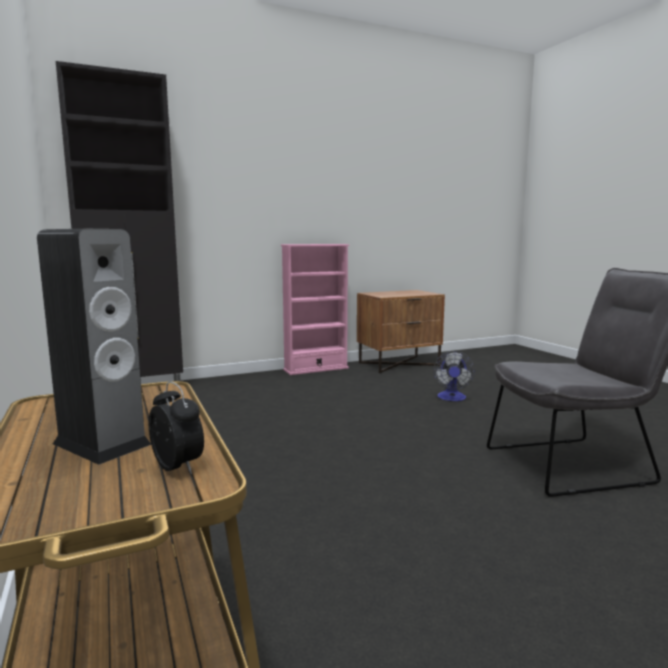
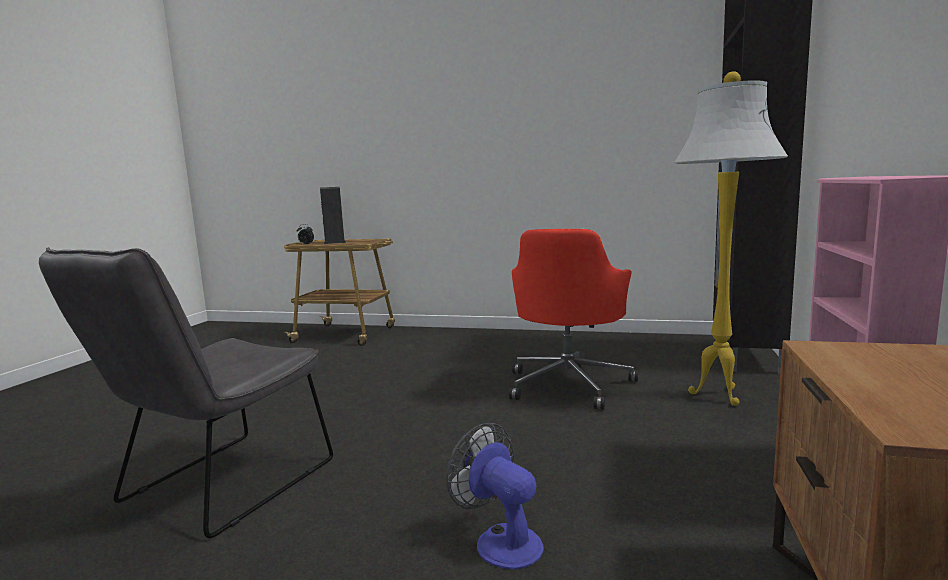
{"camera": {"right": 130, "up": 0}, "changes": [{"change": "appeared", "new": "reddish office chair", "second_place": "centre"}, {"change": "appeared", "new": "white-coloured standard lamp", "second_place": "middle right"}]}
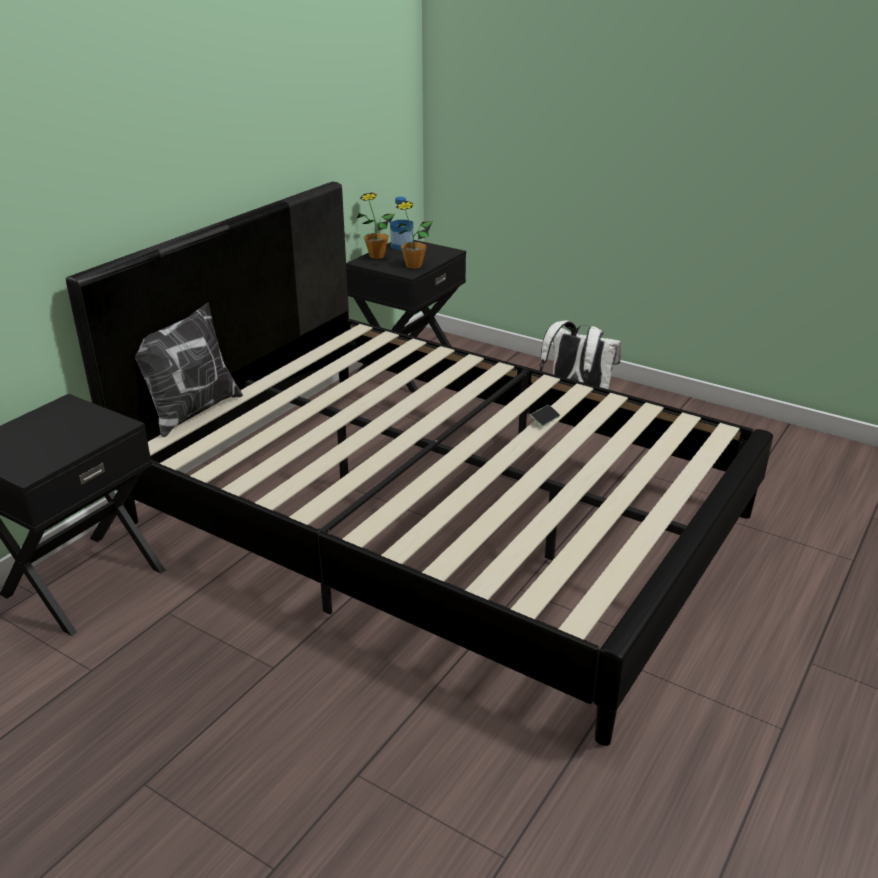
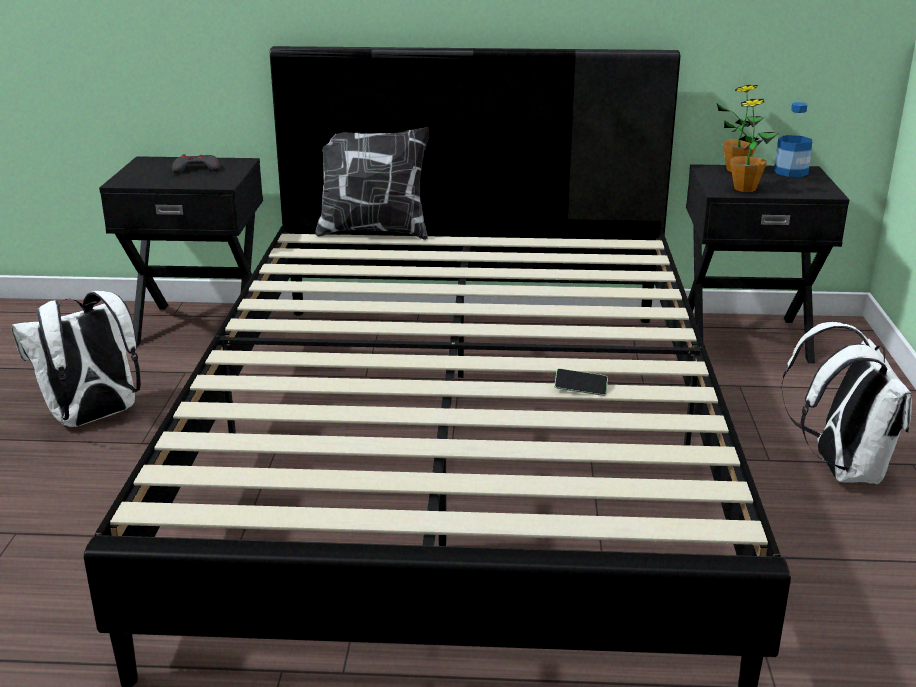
{"camera": {"right": 60, "up": -5}, "changes": [{"change": "appeared", "new": "white-coloured rucksack (no. 1 from left)", "second_place": "middle left"}, {"change": "appeared", "new": "greyish game controller", "second_place": "top left"}]}
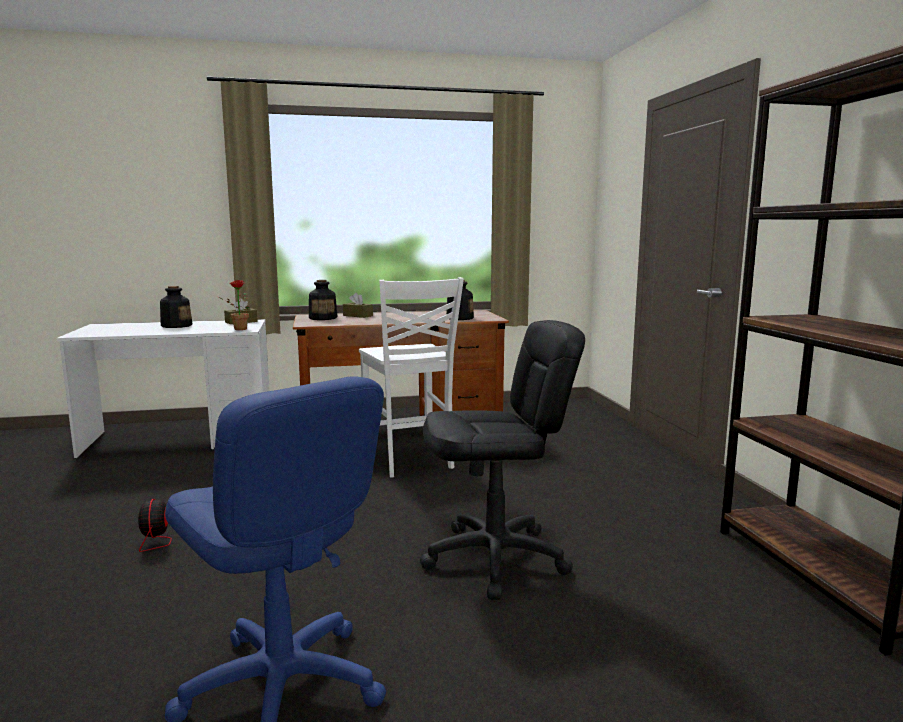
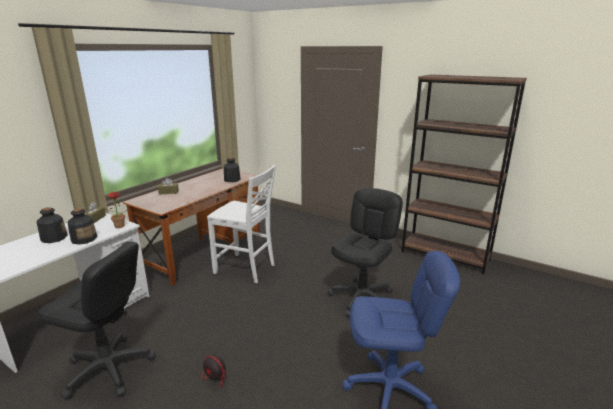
{"camera": {"right": -45, "up": 10}, "changes": [{"change": "appeared", "new": "black office chair (no. 1 from left)", "second_place": "bottom left"}, {"change": "relocated", "old": "drink bottle (no. 2 from left)", "first_place": "centre", "second_place": "middle left"}]}
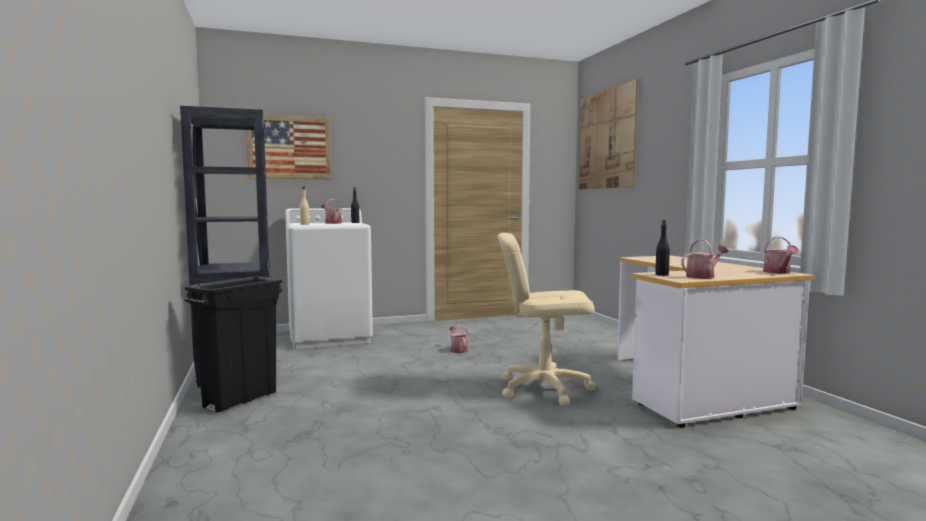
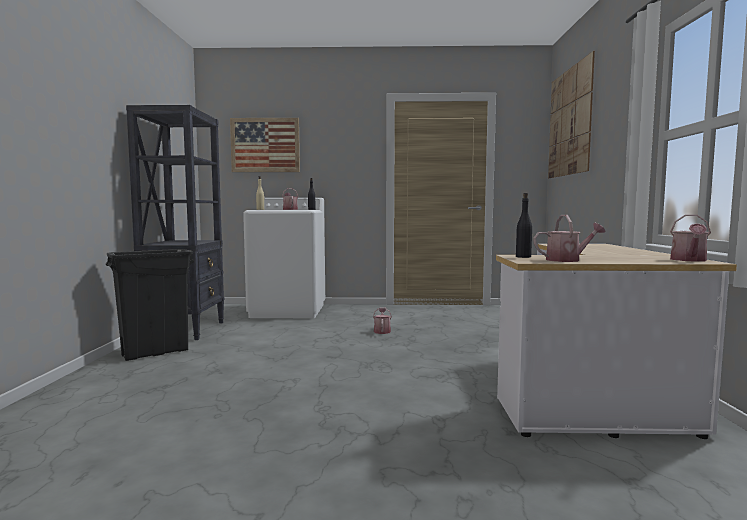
{"camera": {"right": 20, "up": 0}, "changes": [{"change": "missing", "old": "beige office chair", "first_place": "centre"}]}
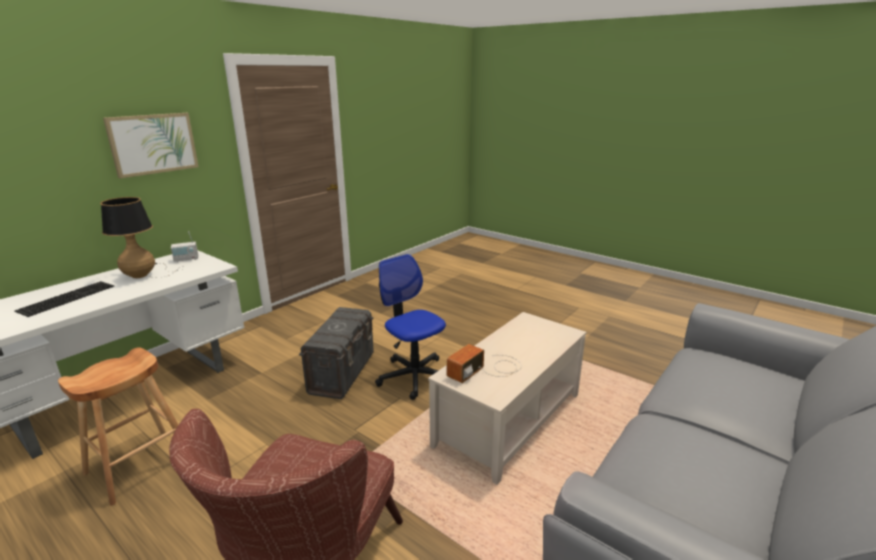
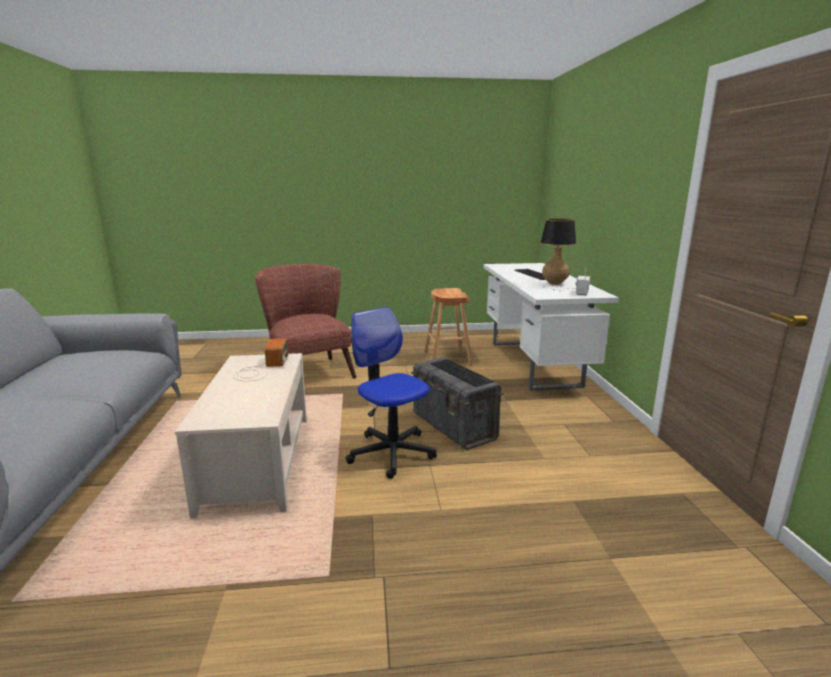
{"camera": {"right": 135, "up": -5}, "changes": [{"change": "missing", "old": "wall art", "first_place": "top left"}, {"change": "appeared", "new": "keyboard (no. 1 from left)", "second_place": "centre"}, {"change": "spun", "old": "office chair", "first_place": "centre", "second_place": "centre", "degrees": -135}]}
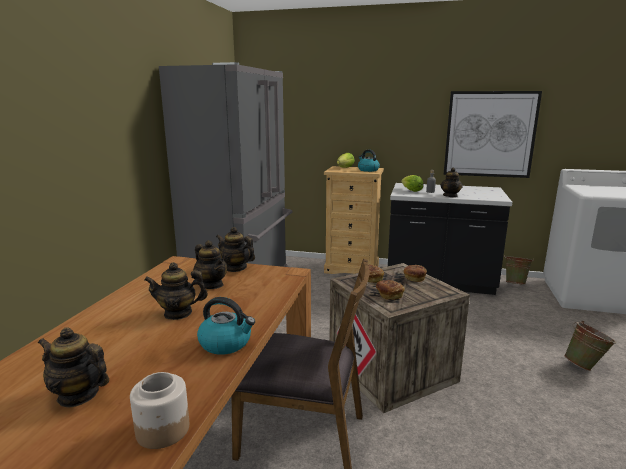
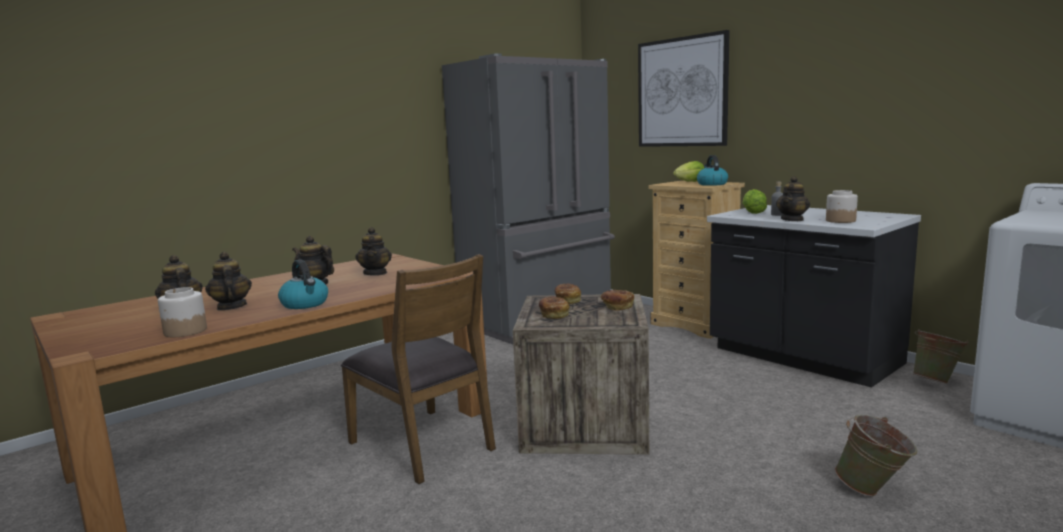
{"camera": {"right": 35, "up": -5}, "changes": [{"change": "appeared", "new": "storage jar (no. 2 from left)", "second_place": "middle right"}, {"change": "relocated", "old": "teapot (no. 4 from left in the first image)", "new": "teapot (no. 2 from left)", "first_place": "centre", "second_place": "middle left"}, {"change": "relocated", "old": "wall art", "first_place": "top right", "second_place": "top centre"}]}
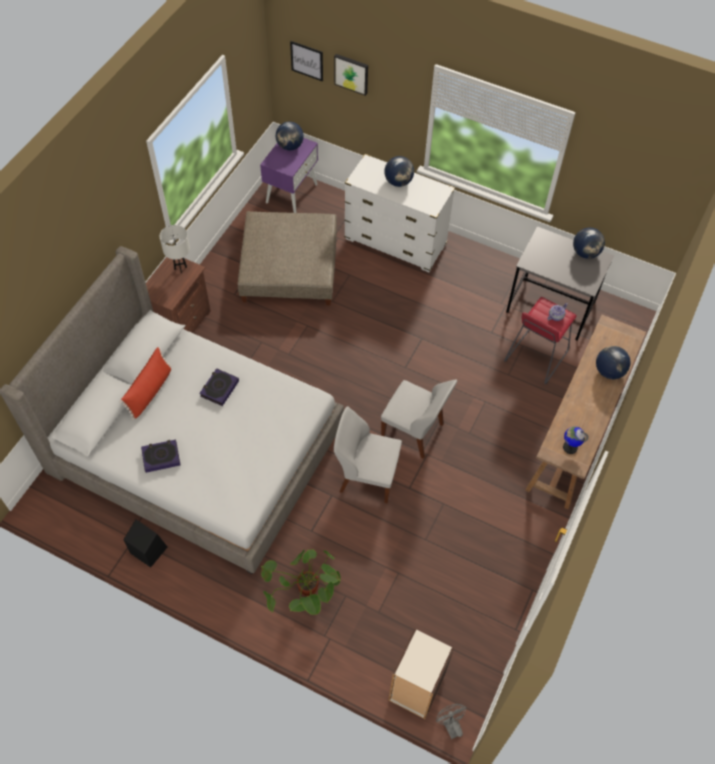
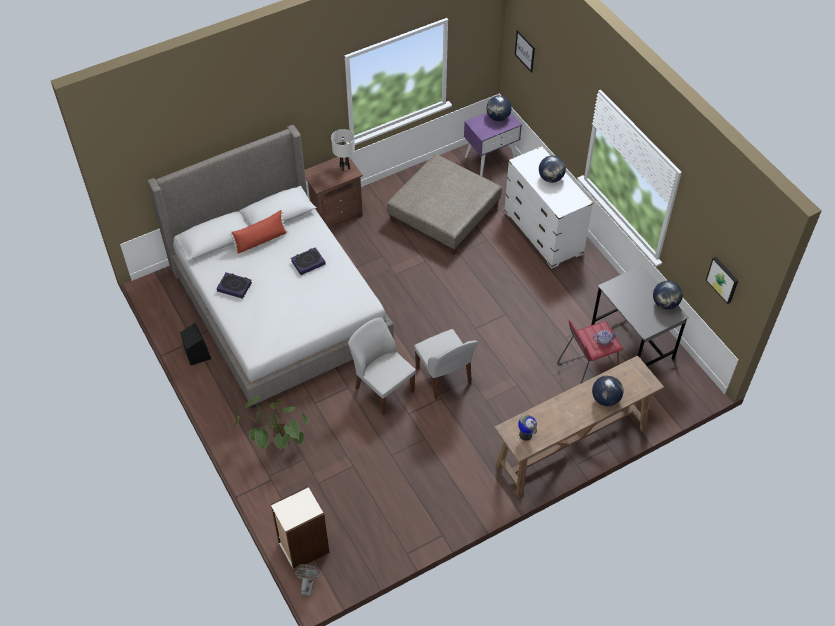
{"camera": {"right": 35, "up": -5}, "changes": [{"change": "relocated", "old": "wall art (no. 2 from left)", "first_place": "top centre", "second_place": "middle right"}]}
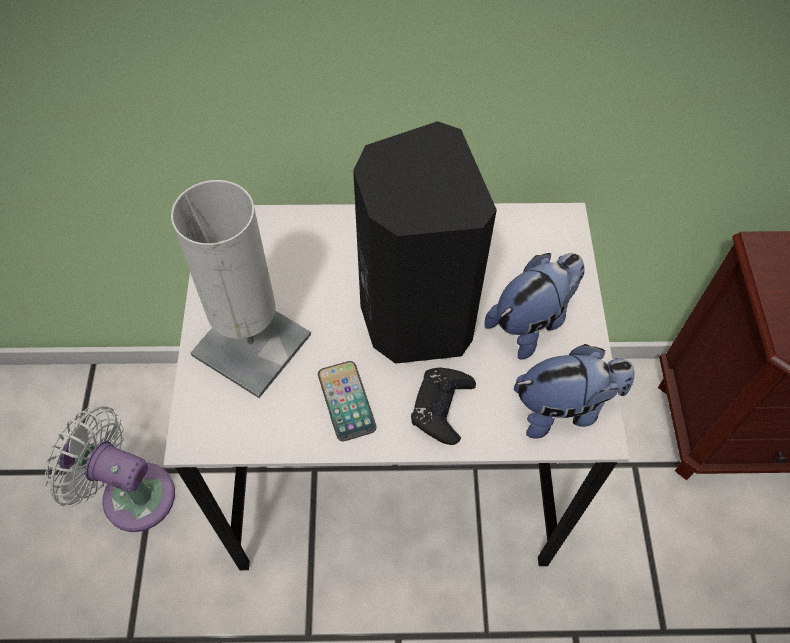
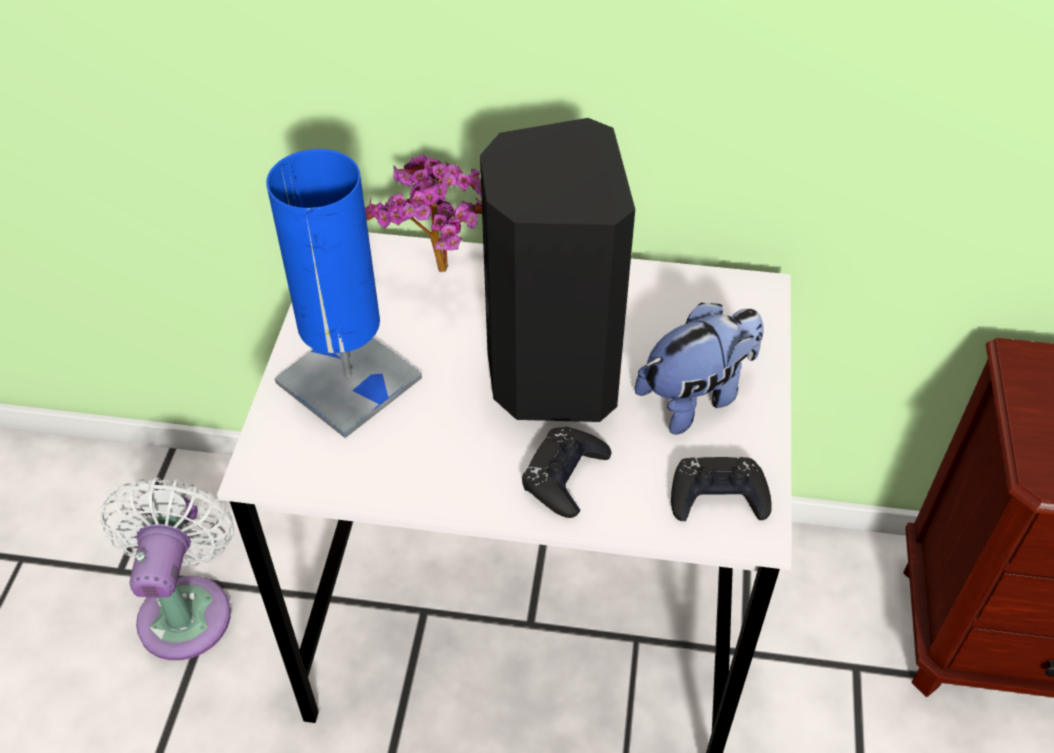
{"camera": {"right": 10, "up": -10}, "changes": [{"change": "missing", "old": "telephone", "first_place": "centre"}, {"change": "appeared", "new": "plant in a pot", "second_place": "top centre"}, {"change": "exchanged", "old": "plush toy (no. 2 from left)", "new": "black game controller (no. 2 from left)", "first_place": "middle right", "second_place": "middle right"}, {"change": "colour", "old": "white-coloured tabletop lamp", "new": "bluish tabletop lamp", "first_place": "middle left", "second_place": "middle left"}, {"change": "spun", "old": "white-coloured electric fan", "first_place": "bottom left", "second_place": "bottom left", "degrees": 60}]}
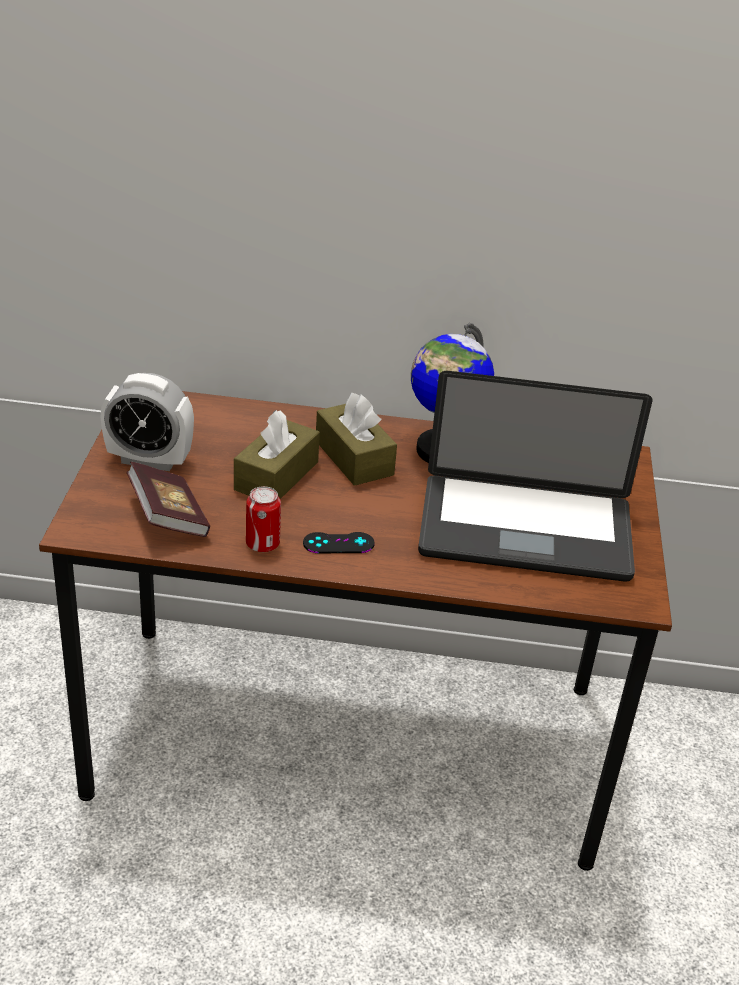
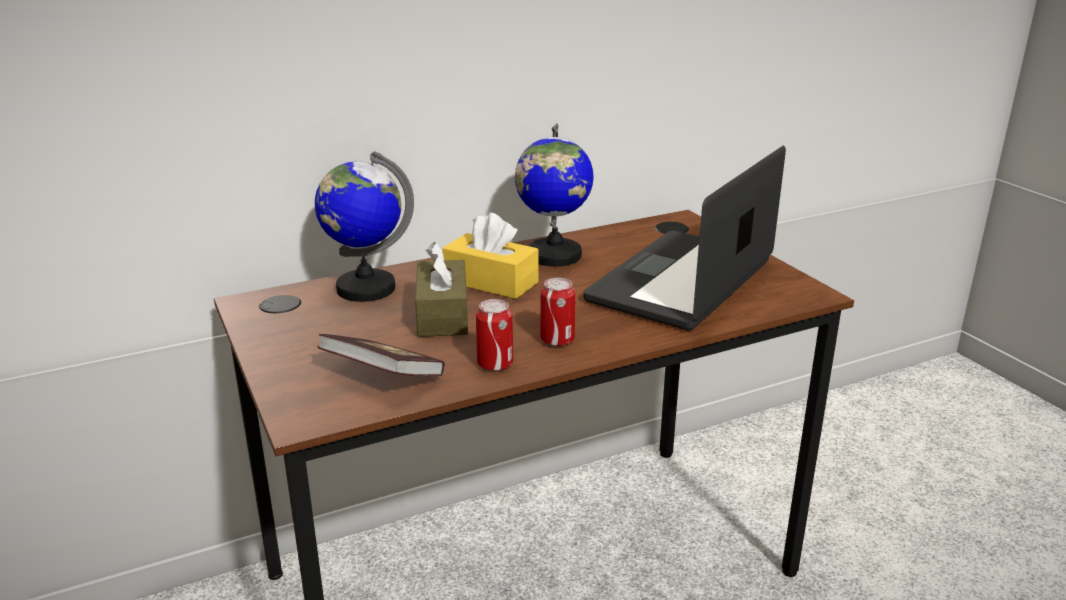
{"camera": {"right": -30, "up": -10}, "changes": [{"change": "missing", "old": "bedside clock", "first_place": "middle left"}, {"change": "appeared", "new": "desk globe (no. 1 from left)", "second_place": "centre"}, {"change": "exchanged", "old": "black game controller", "new": "sealed can (no. 2 from left)", "first_place": "centre", "second_place": "centre"}, {"change": "colour", "old": "brownish box of tissues (no. 2 from left)", "new": "yellowish box of tissues", "first_place": "centre", "second_place": "centre"}, {"change": "spun", "old": "laptop", "first_place": "middle right", "second_place": "centre", "degrees": 150}]}
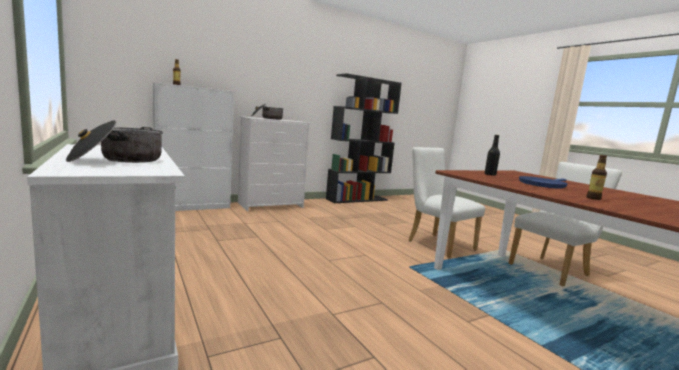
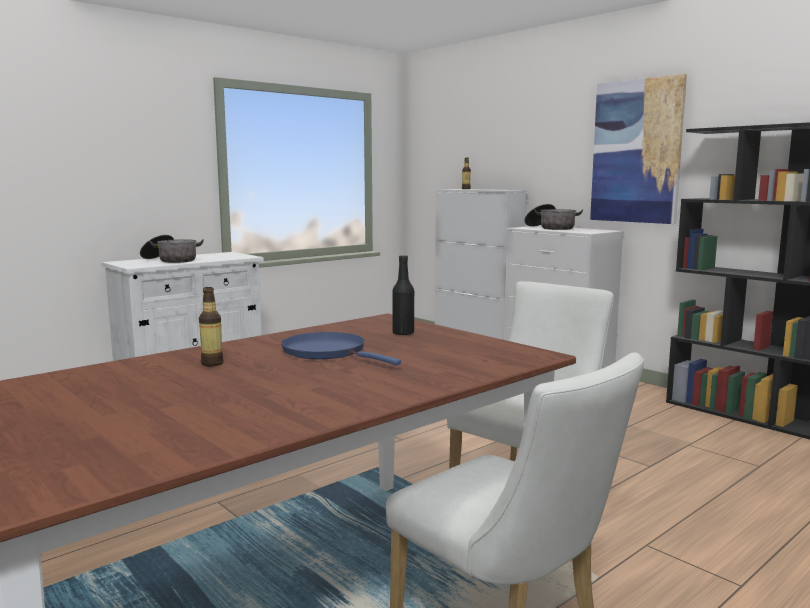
{"camera": {"right": 80, "up": 0}, "changes": [{"change": "appeared", "new": "wall art", "second_place": "top right"}]}
